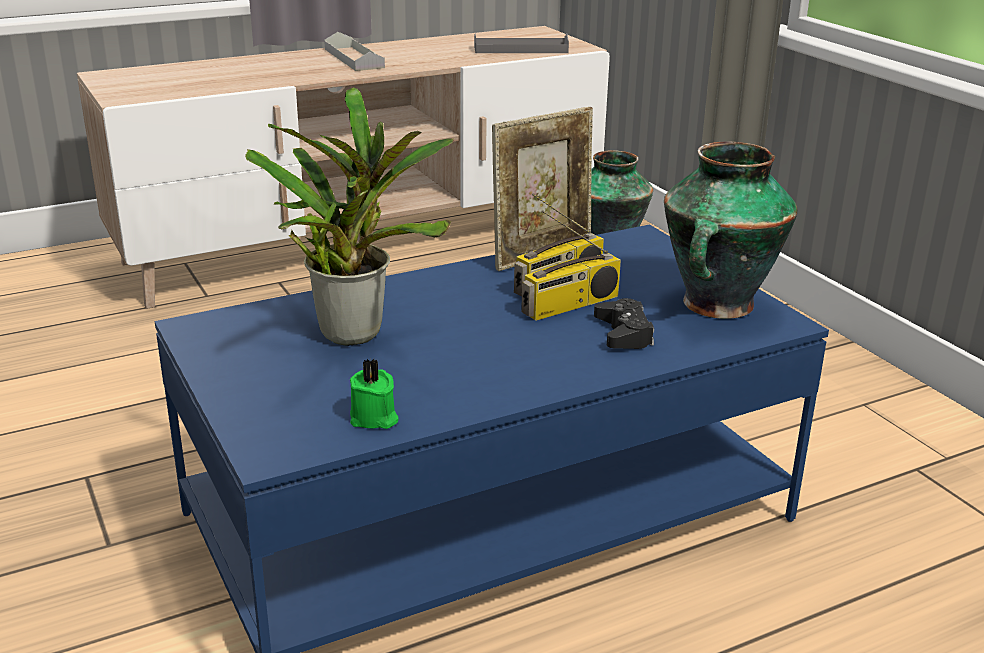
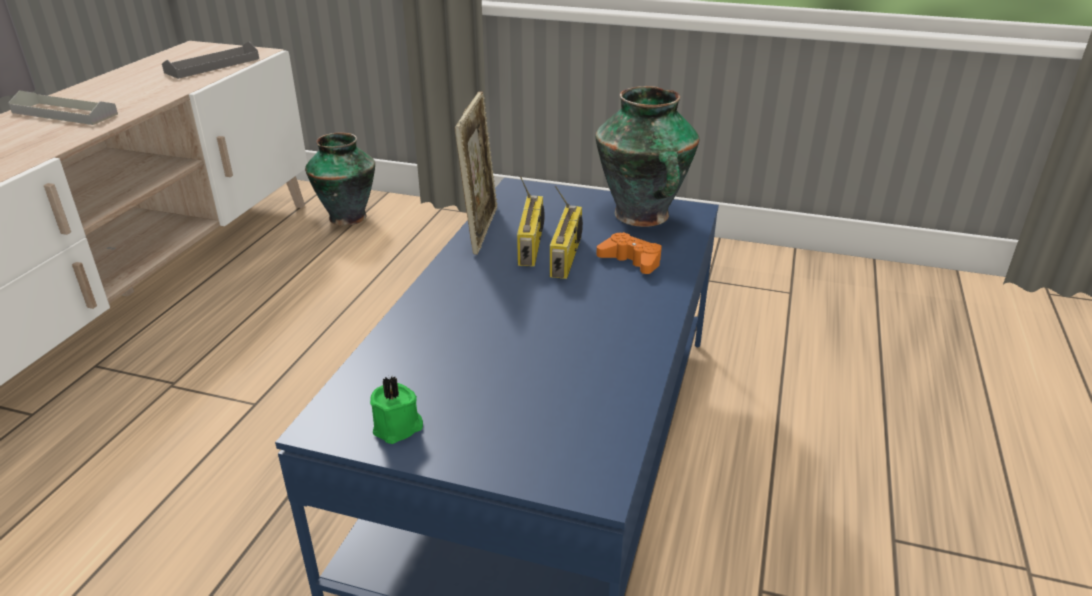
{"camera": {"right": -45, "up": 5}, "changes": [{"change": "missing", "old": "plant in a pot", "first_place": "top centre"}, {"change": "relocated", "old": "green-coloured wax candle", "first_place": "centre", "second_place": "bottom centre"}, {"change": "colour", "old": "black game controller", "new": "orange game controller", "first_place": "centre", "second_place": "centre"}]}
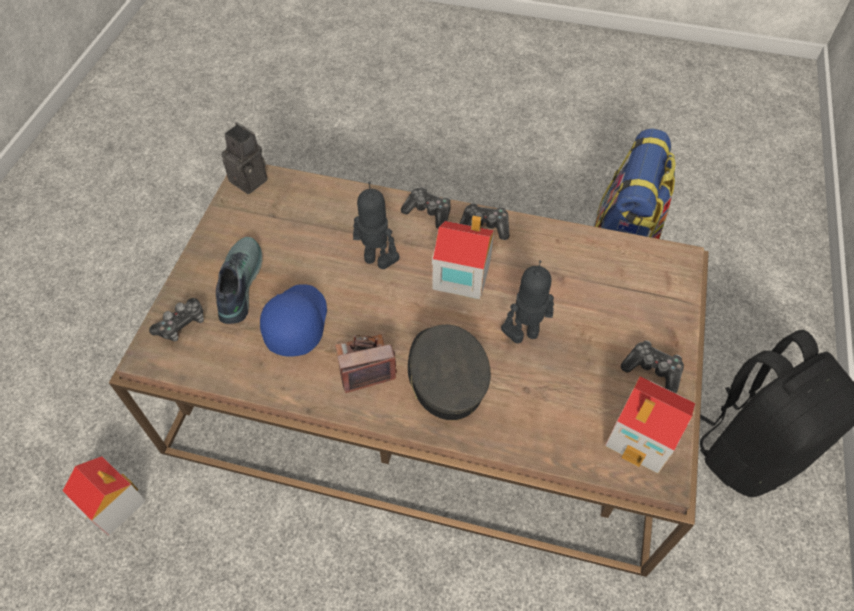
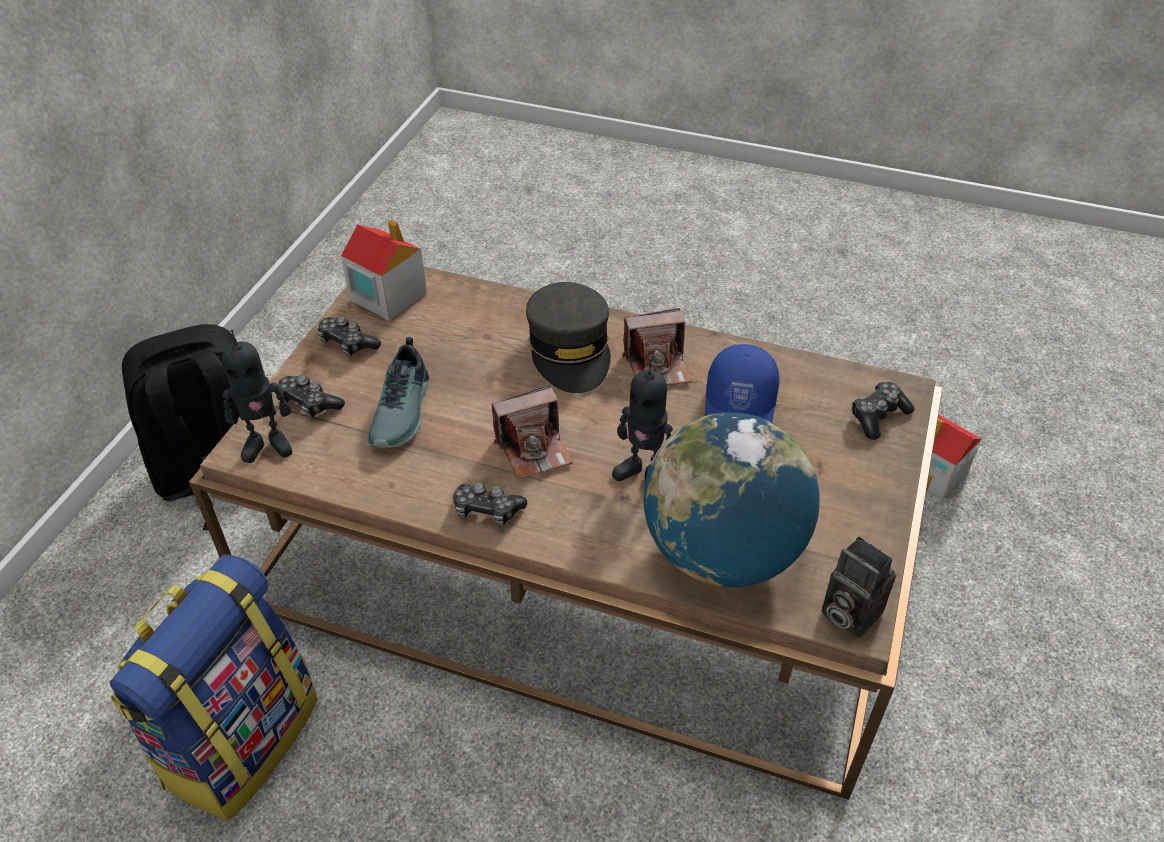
{"camera": {"right": -175, "up": -10}, "changes": [{"change": "appeared", "new": "desk globe", "second_place": "centre"}, {"change": "relocated", "old": "shoe", "first_place": "middle left", "second_place": "centre"}, {"change": "relocated", "old": "game controller (no. 2 from left in the first image)", "new": "game controller (no. 1 from left)", "first_place": "centre", "second_place": "middle left"}, {"change": "relocated", "old": "toy robot (no. 2 from left in the first image)", "new": "toy robot (no. 1 from left)", "first_place": "centre", "second_place": "middle left"}, {"change": "exchanged", "old": "toy house (no. 2 from left)", "new": "photo camera (no. 1 from left)", "first_place": "centre", "second_place": "centre"}]}
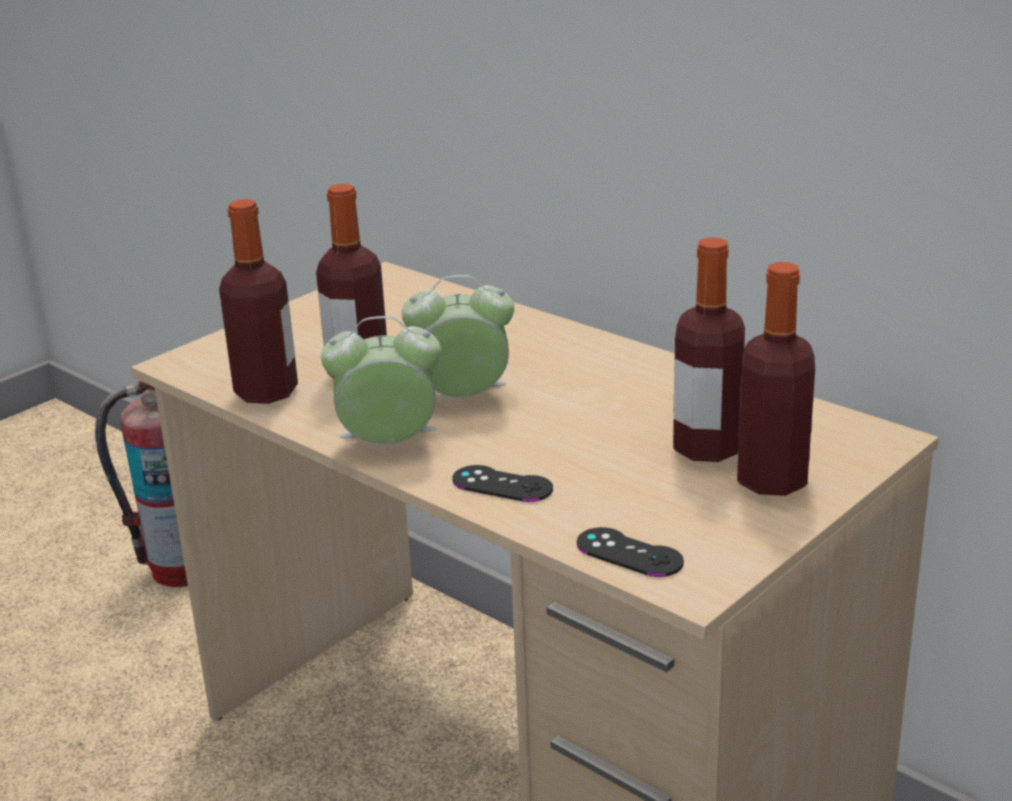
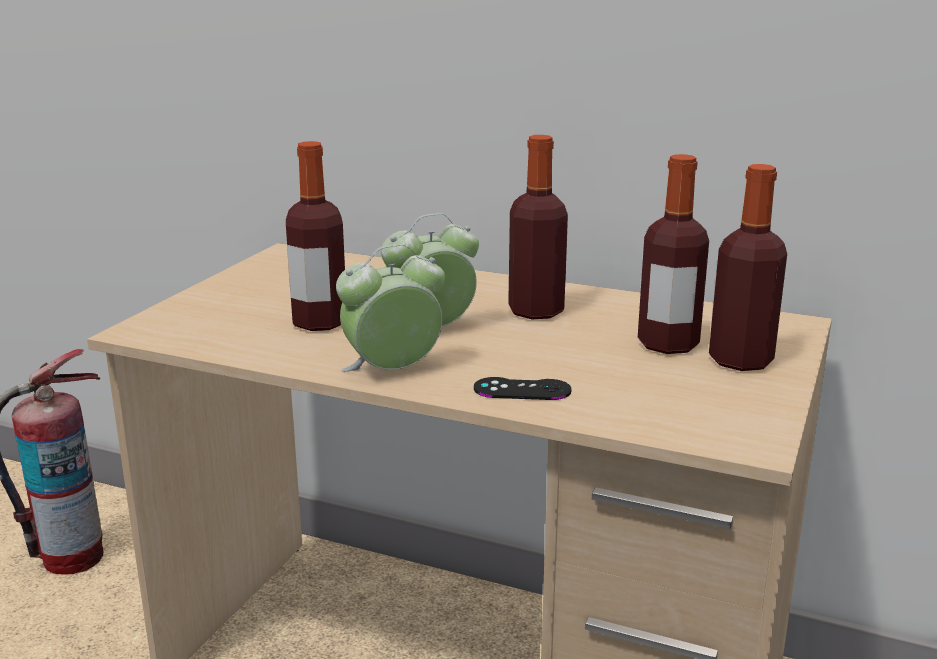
{"camera": {"right": -20, "up": -5}, "changes": [{"change": "missing", "old": "black game controller (no. 2 from left)", "first_place": "bottom centre"}, {"change": "relocated", "old": "drink bottle (no. 1 from left in the first image)", "new": "drink bottle (no. 2 from left)", "first_place": "middle left", "second_place": "centre"}]}
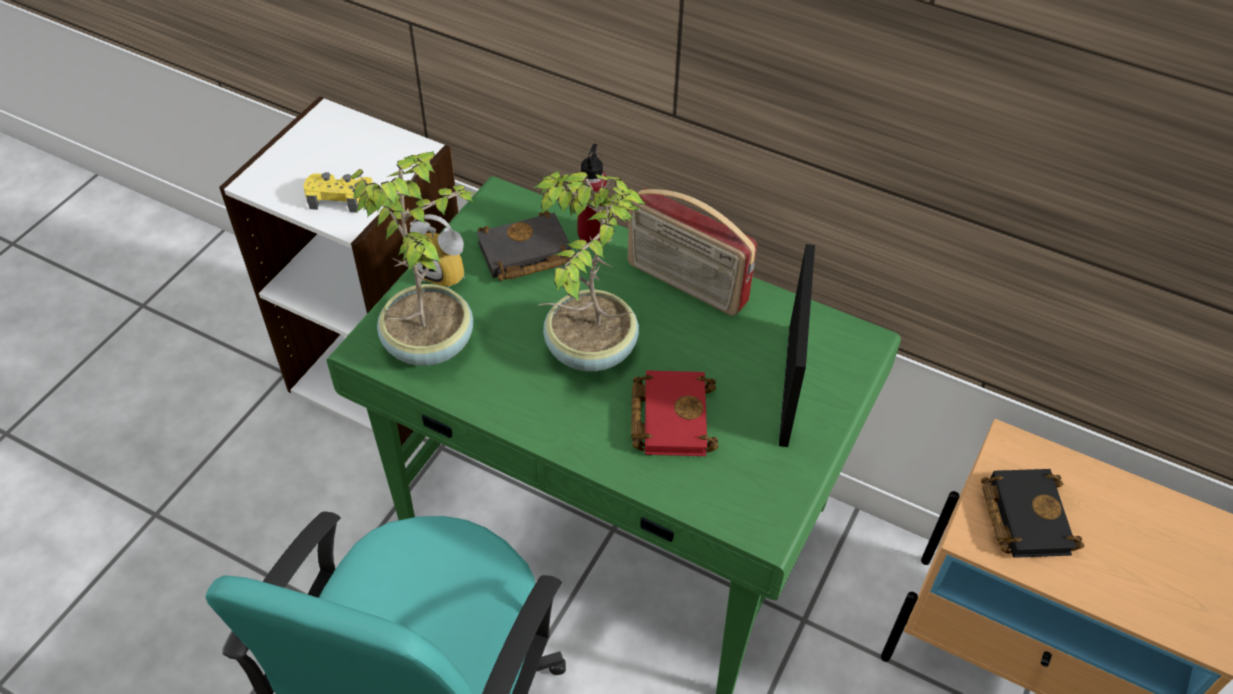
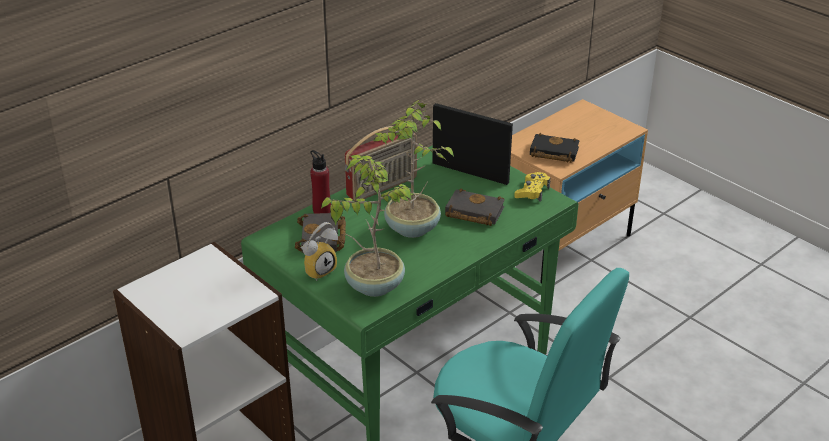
{"camera": {"right": -70, "up": -15}, "changes": [{"change": "relocated", "old": "yellowish game controller", "first_place": "top left", "second_place": "centre"}, {"change": "colour", "old": "reddish bound book", "new": "black bound book (no. 2 from left)", "first_place": "centre", "second_place": "centre"}]}
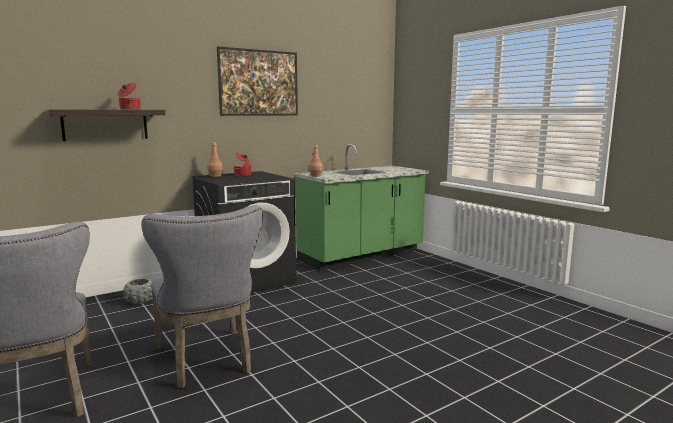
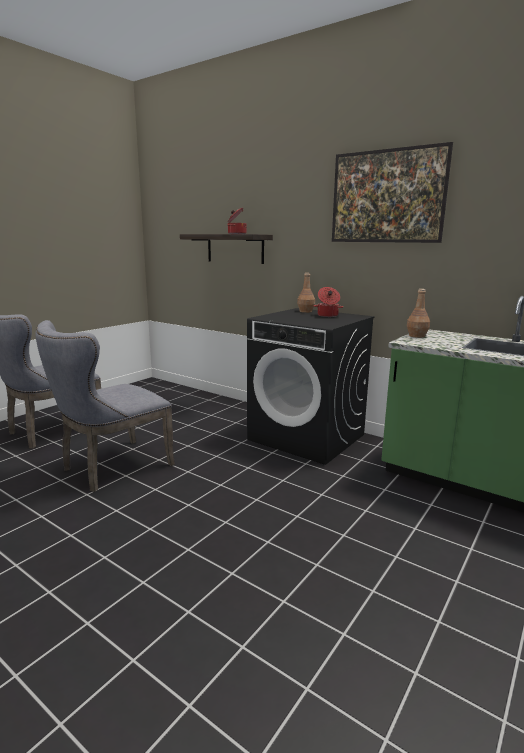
{"camera": {"right": 70, "up": 5}, "changes": [{"change": "missing", "old": "greyish flower pot", "first_place": "bottom left"}]}
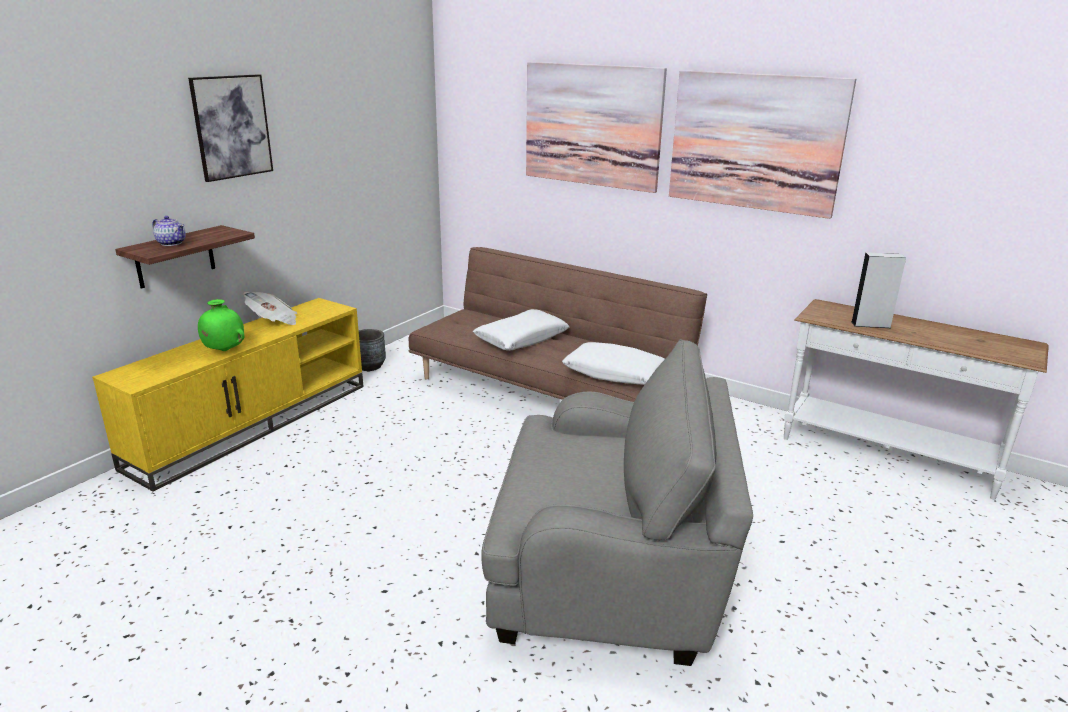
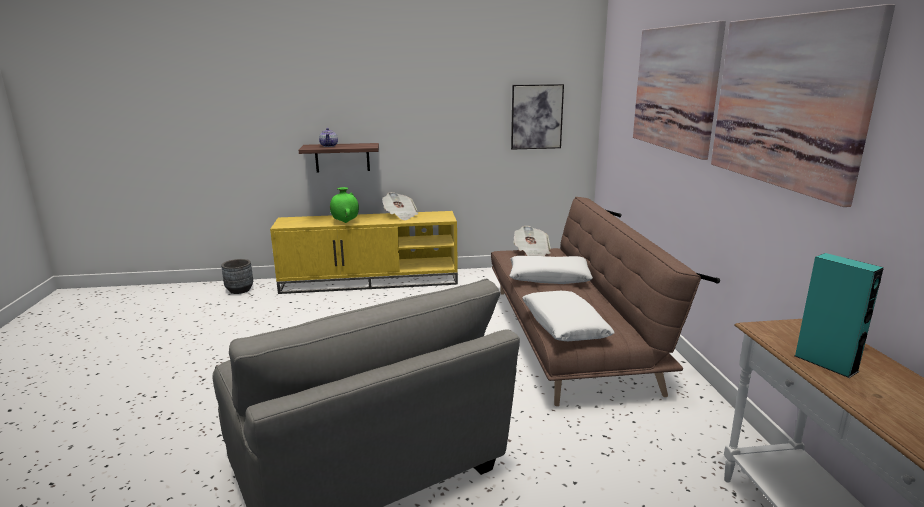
{"camera": {"right": 50, "up": -5}, "changes": [{"change": "appeared", "new": "newspaper (no. 2 from left)", "second_place": "centre"}, {"change": "relocated", "old": "wall art (no. 1 from left)", "first_place": "top left", "second_place": "top centre"}, {"change": "relocated", "old": "greyish flower pot", "first_place": "centre", "second_place": "middle left"}, {"change": "colour", "old": "greyish loudspeaker", "new": "blue-green loudspeaker", "first_place": "middle right", "second_place": "middle right"}]}
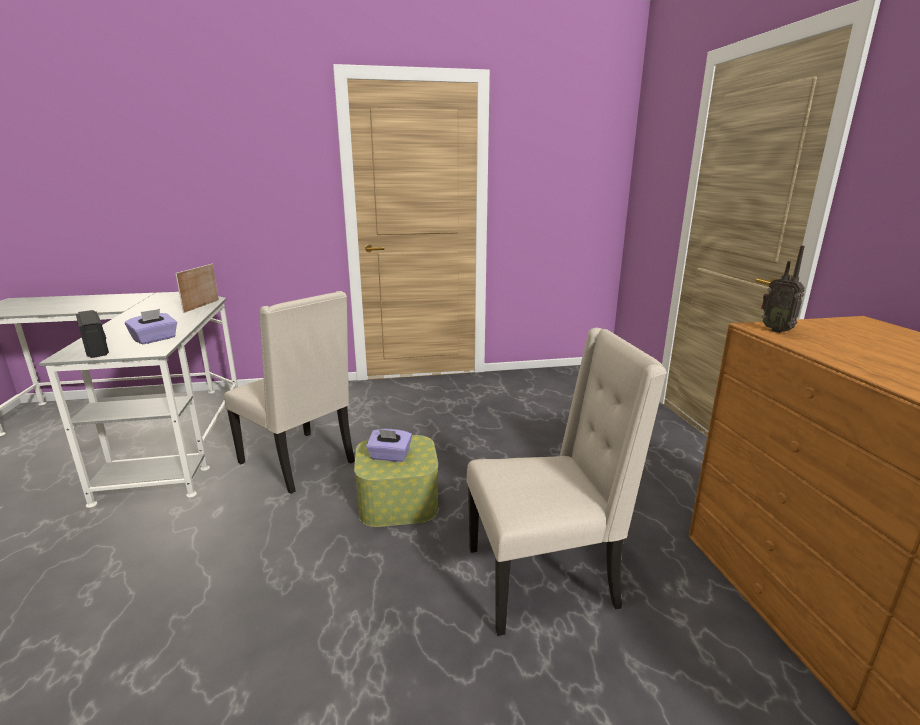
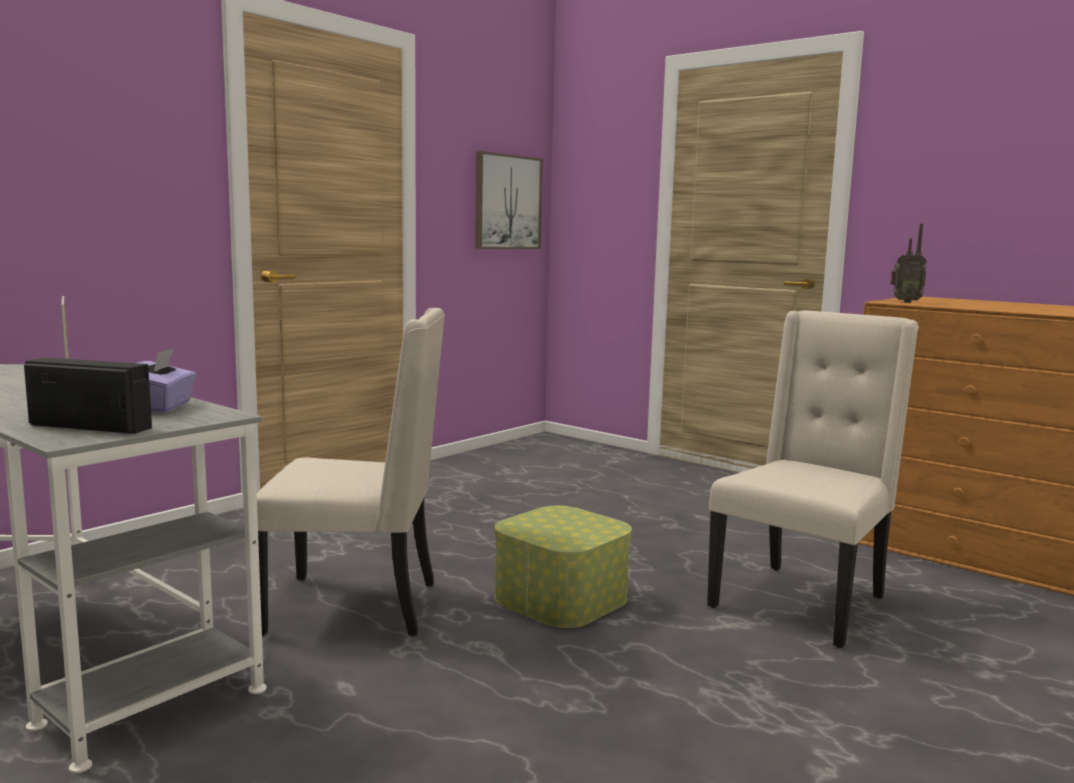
{"camera": {"right": -40, "up": -10}, "changes": [{"change": "missing", "old": "purple box of tissues (no. 2 from left)", "first_place": "centre"}, {"change": "appeared", "new": "wall art", "second_place": "top centre"}]}
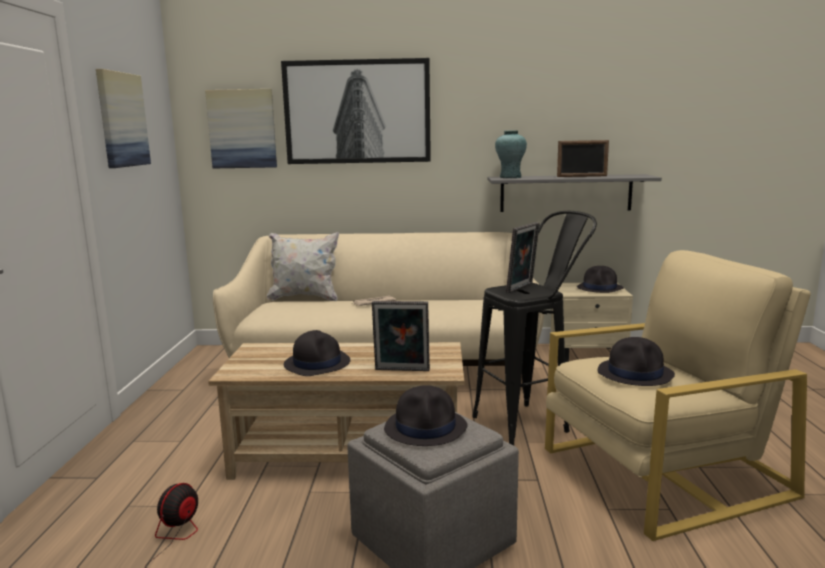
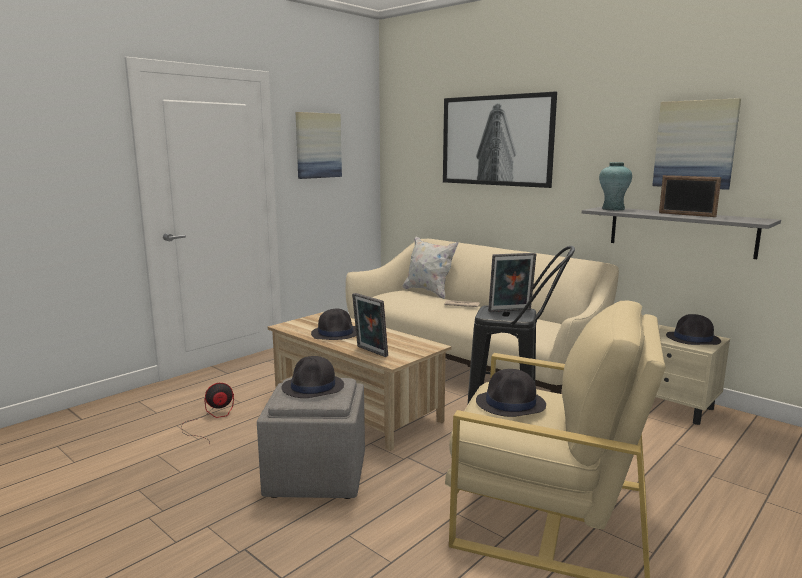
{"camera": {"right": 40, "up": 0}, "changes": [{"change": "relocated", "old": "wall art (no. 2 from left in the first image)", "new": "wall art (no. 3 from left)", "first_place": "top left", "second_place": "top right"}]}
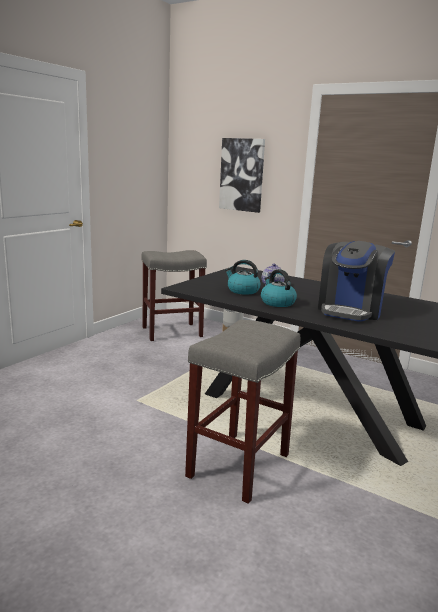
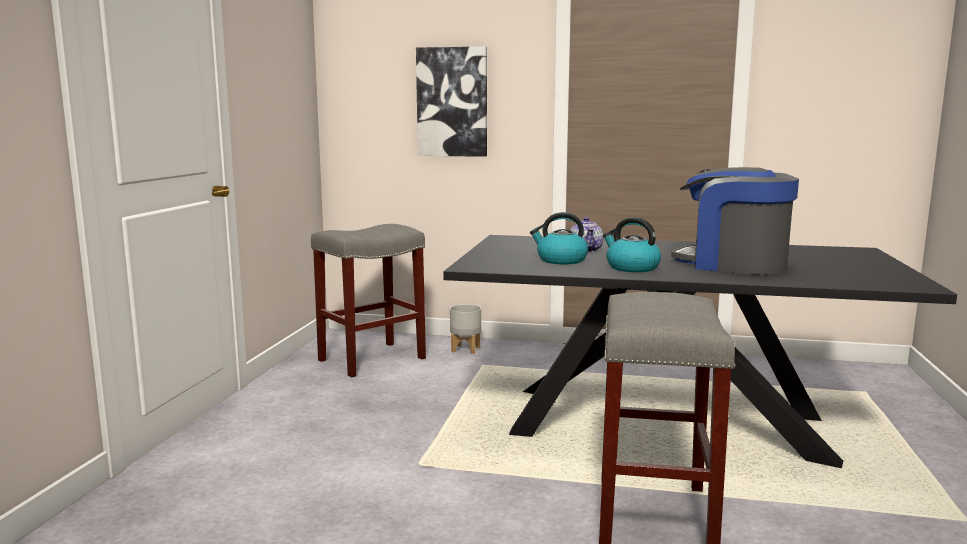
{"camera": {"right": -20, "up": -5}, "changes": [{"change": "spun", "old": "coffee machine", "first_place": "middle right", "second_place": "middle right", "degrees": 120}]}
